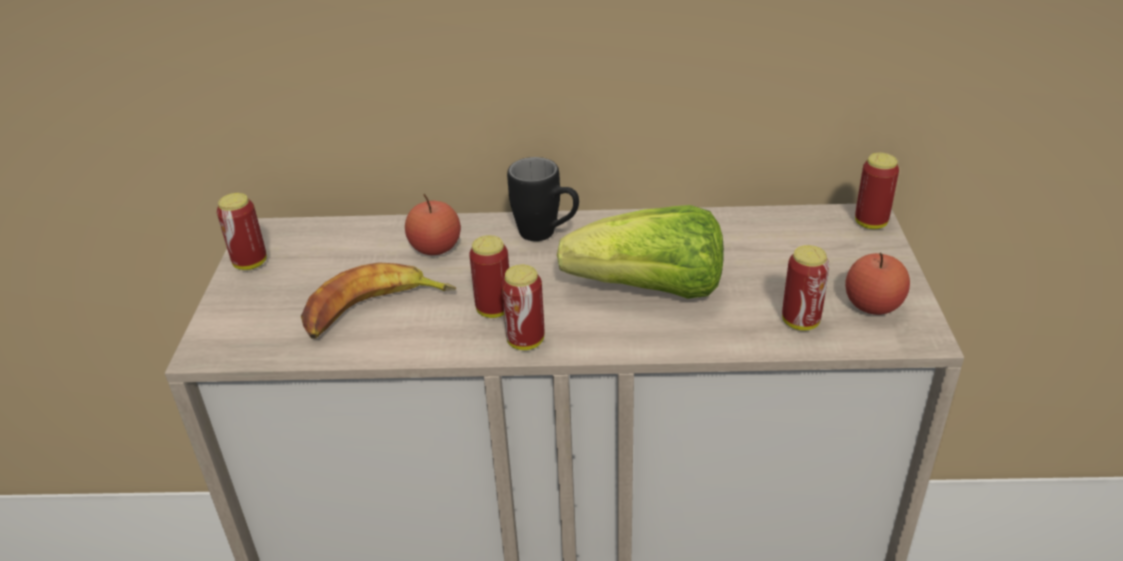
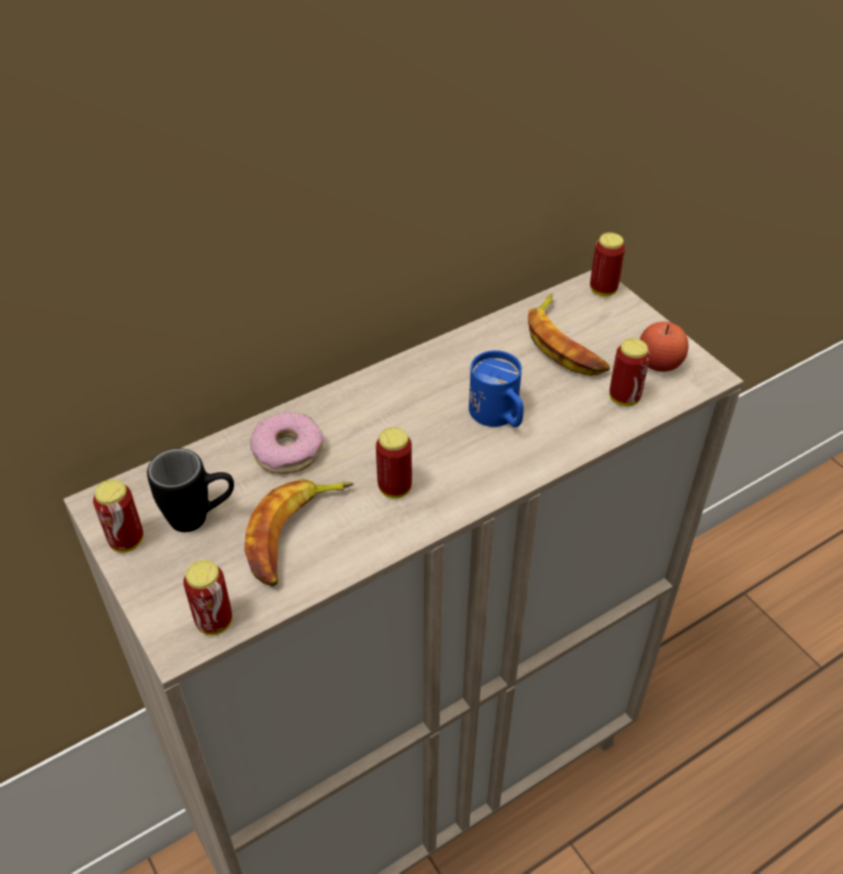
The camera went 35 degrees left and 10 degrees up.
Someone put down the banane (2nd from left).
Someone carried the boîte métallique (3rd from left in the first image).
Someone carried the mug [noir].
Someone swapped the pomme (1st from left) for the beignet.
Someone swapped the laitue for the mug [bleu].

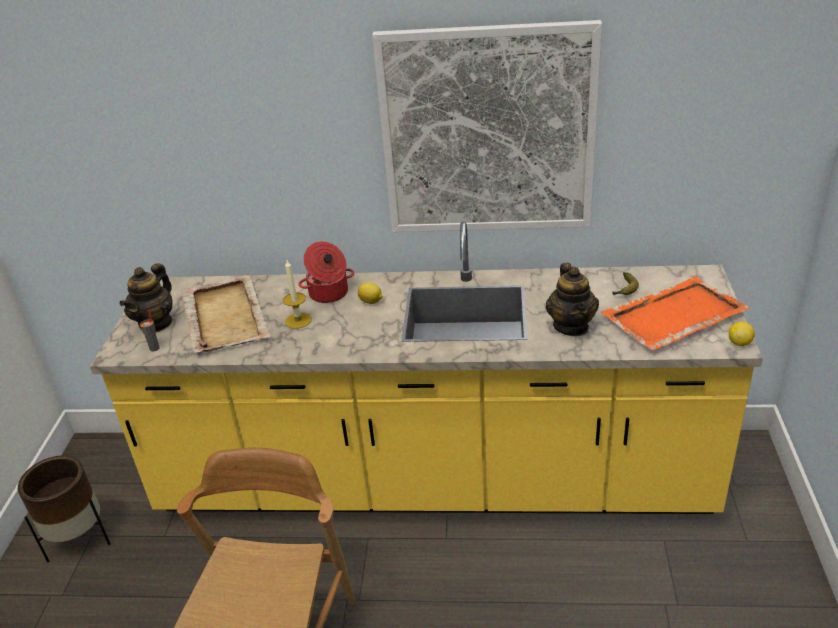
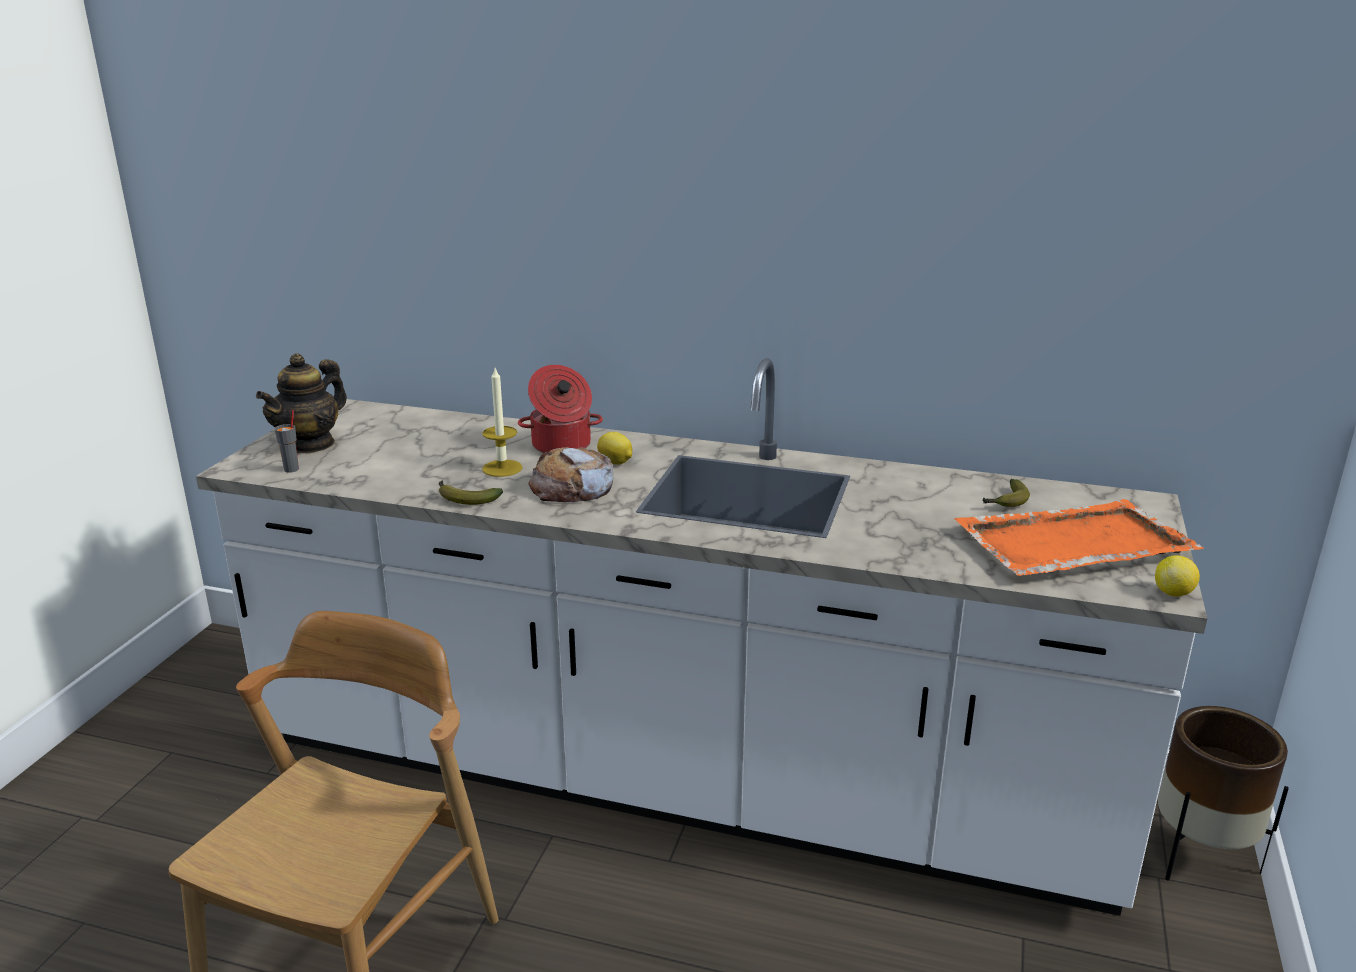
The camera went 10 degrees right and 10 degrees down.
Someone took away the plateau [beige].
Someone took away the tableau.
Someone took away the théière (2nd from left).
Someone put down the banane (1st from left).
Someone put down the pain.
Someone carried the cache-pot [marron].
Someone repainted the comptoir de cuisine [jaune], which became the comptoir de cuisine [blanc].

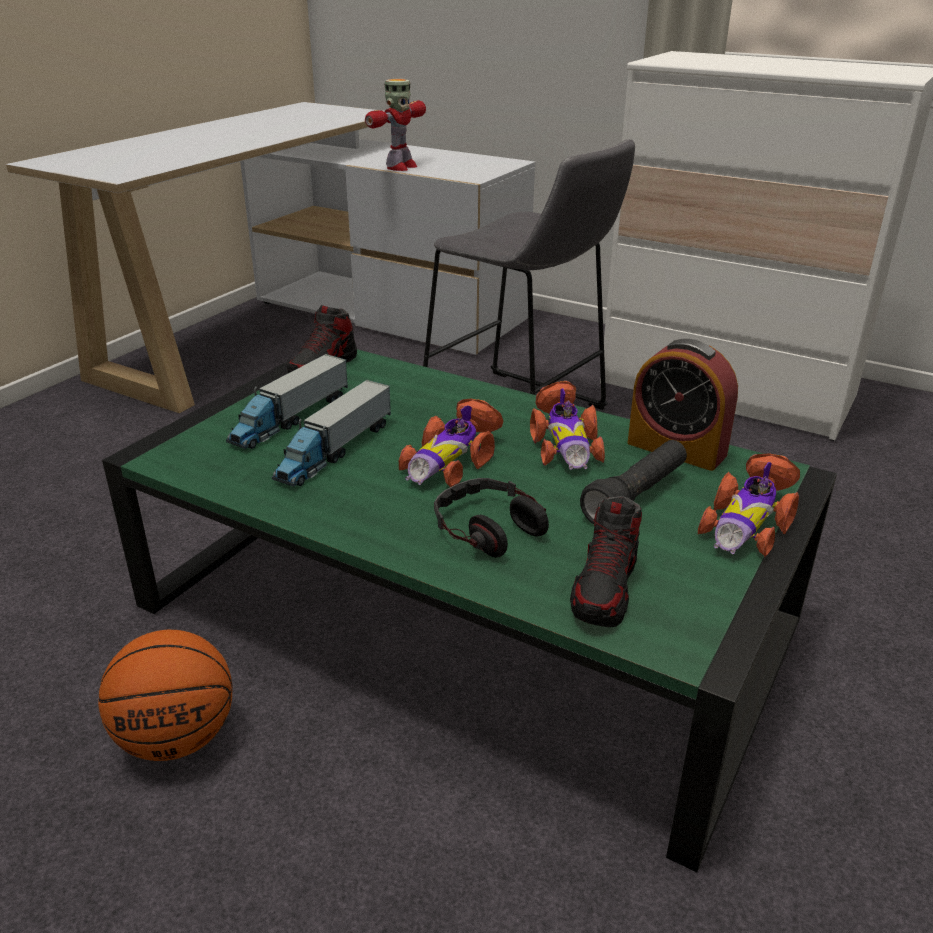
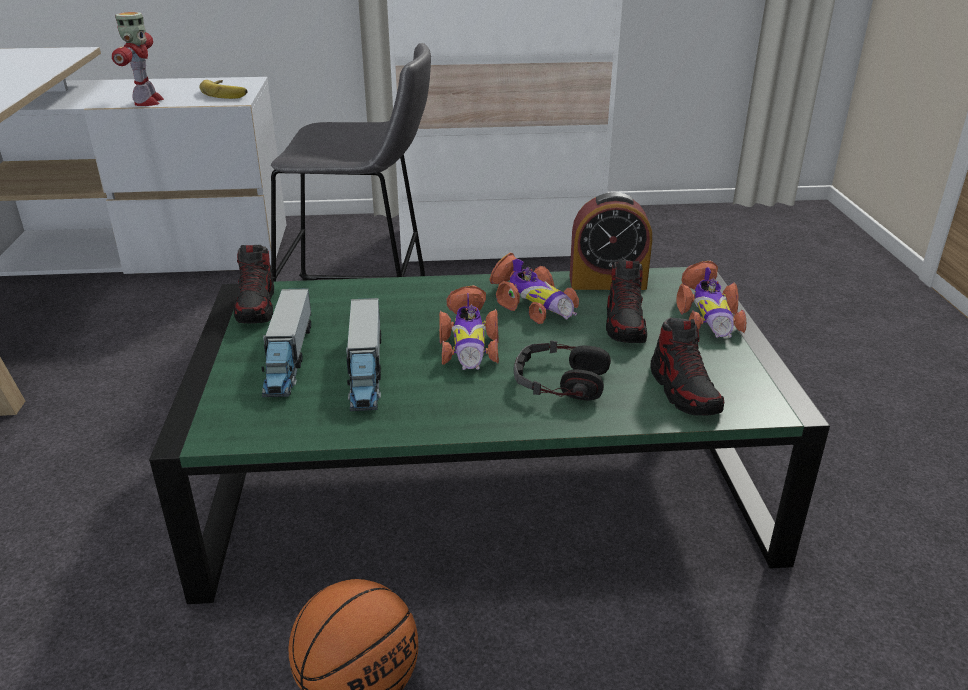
The camera went 35 degrees left and 0 degrees up.
Someone put down the banane.
Someone swapped the lampe de poche [noir] for the chaussure (2nd from left).

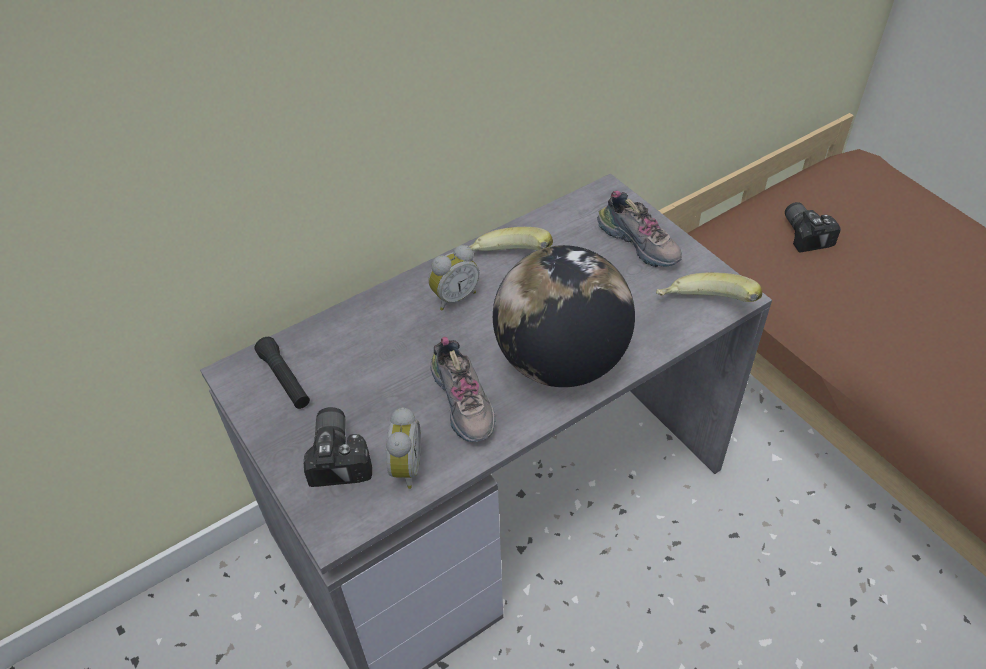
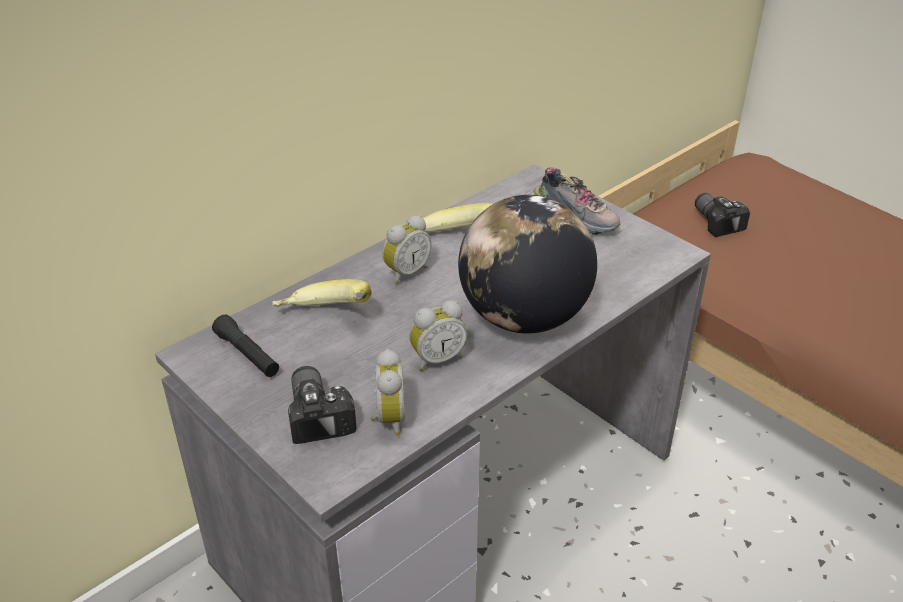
The camera went 10 degrees left and 10 degrees down.
Someone carried the banane (2nd from left in the first image).
Someone swapped the chaussure (1st from left) for the réveil (3rd from left).

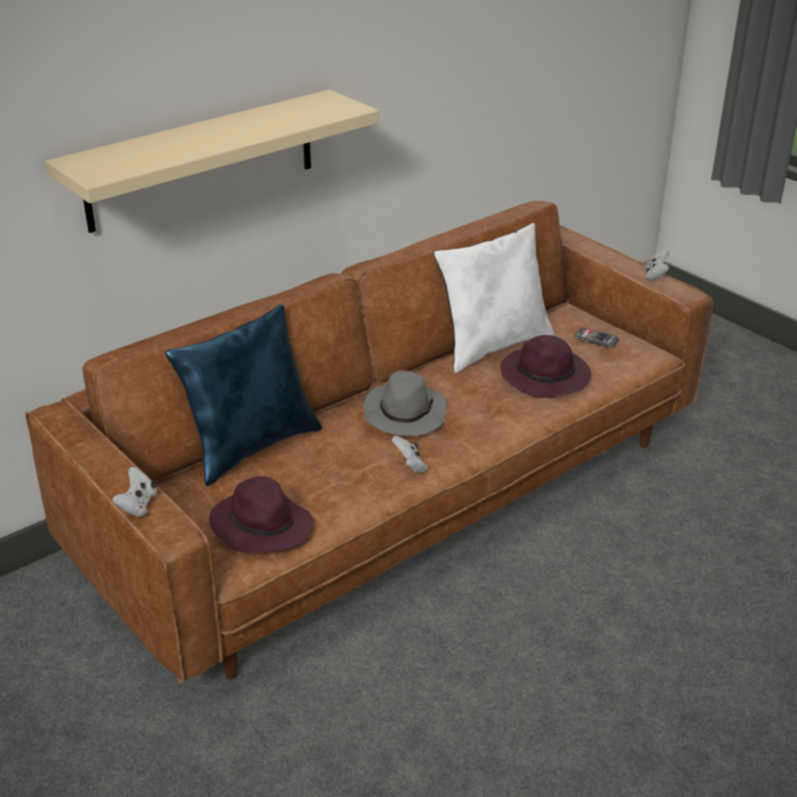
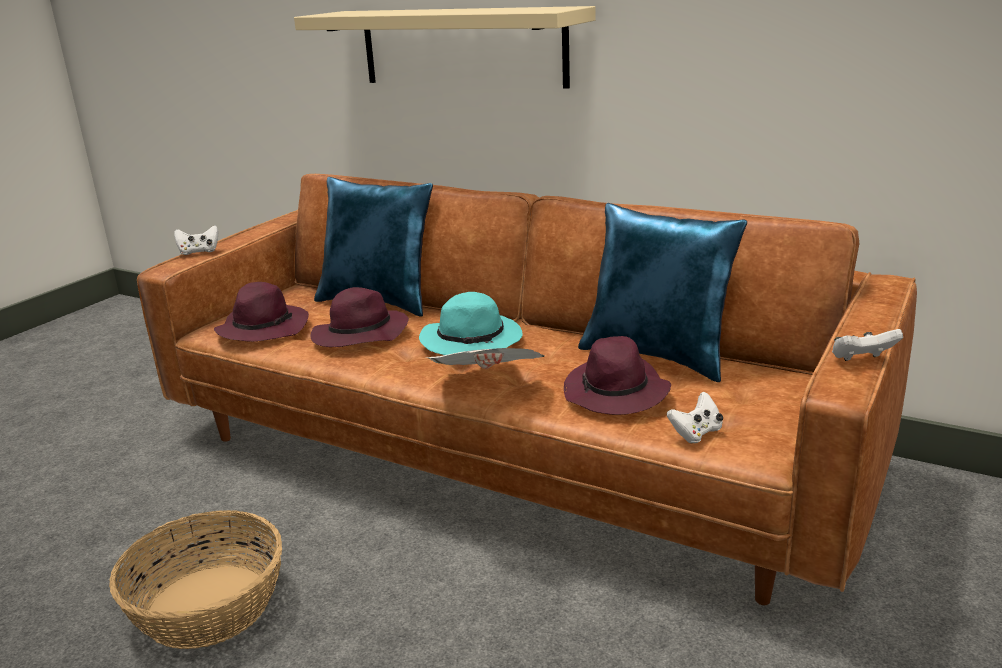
The camera went 70 degrees right and 10 degrees down.
Someone took away the téléphone.
Someone put down the panier.
Someone put down the chapeau [violet] (2nd from left).
Someone put down the journal.
Someone carried the manette [blanc] (2nd from left).
Someone repainted the chapeau [gris], which became the chapeau [turquoise].
Someone repainted the coussin [blanc], which became the coussin [bleu] (2nd from left).

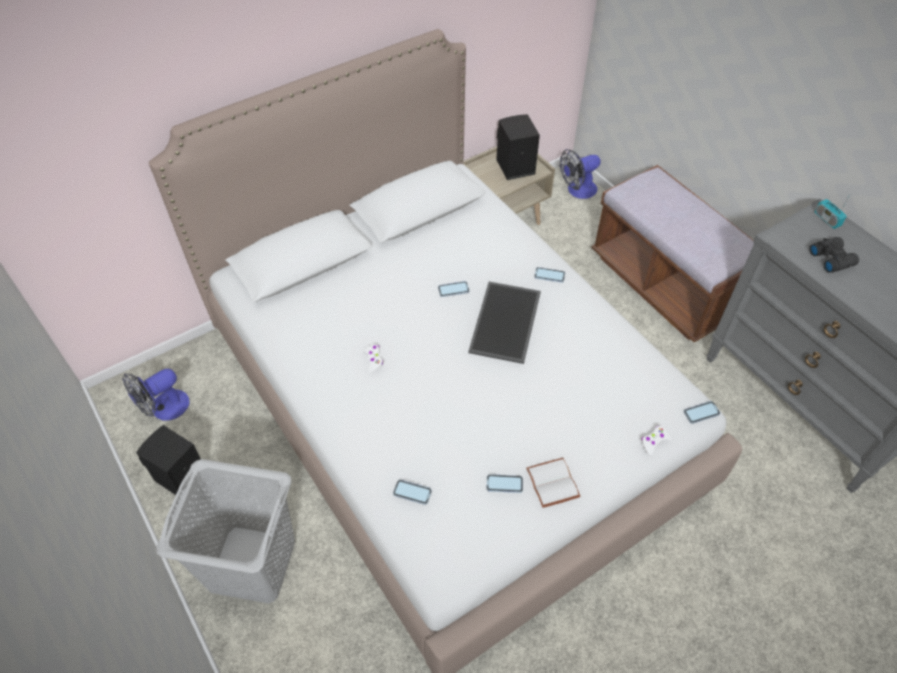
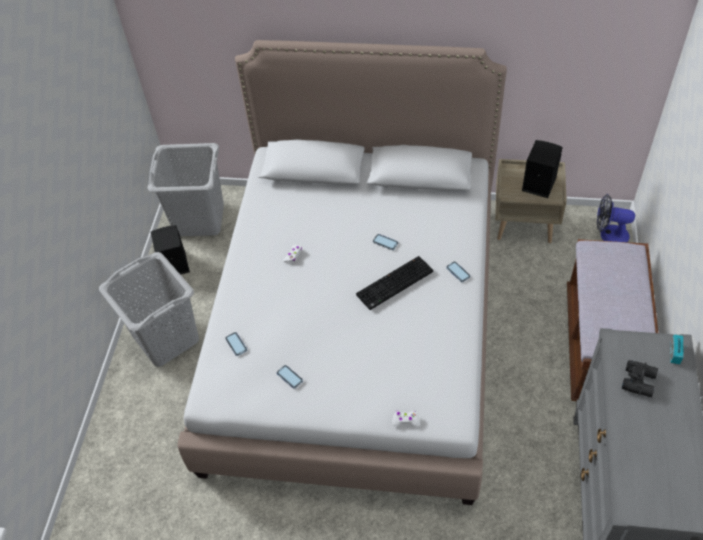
The camera went 45 degrees right and 0 degrees up.
Someone took away the livre [blanc].
Someone took away the téléphone (5th from left).
Someone swapped the ventilateur (1st from left) for the panier à linge [gris] (2nd from left).
Someone swapped the plateau for the clavier.

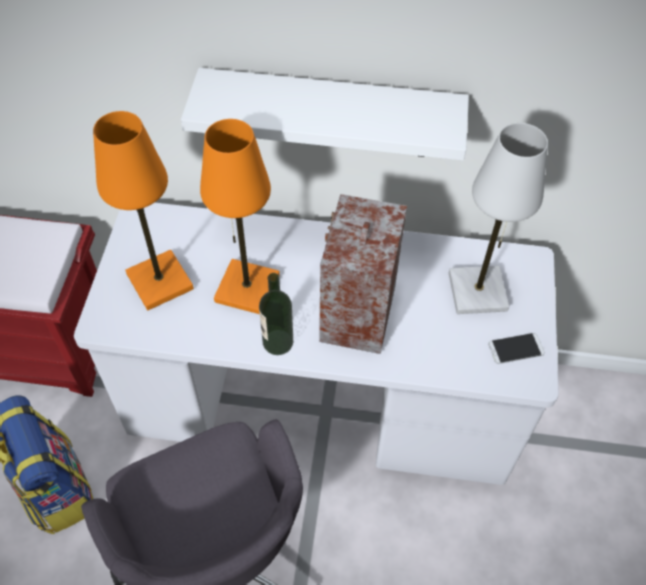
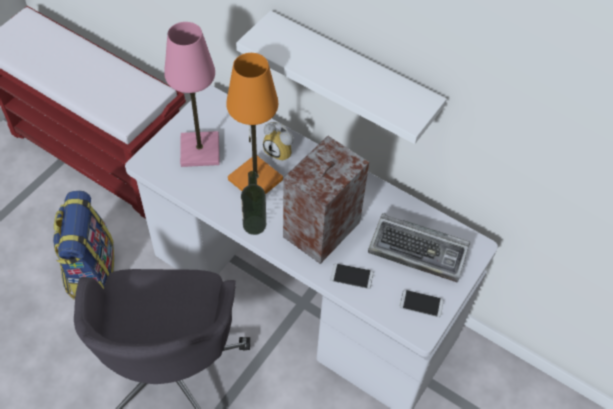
The camera went 25 degrees right and 0 degrees up.
Someone put down the réveil.
Someone put down the téléphone (1st from left).
Someone swapped the lampe de table [blanc] for the clavier.
Someone repainted the lampe de table [orange] (1st from left), which became the lampe de table [rose].

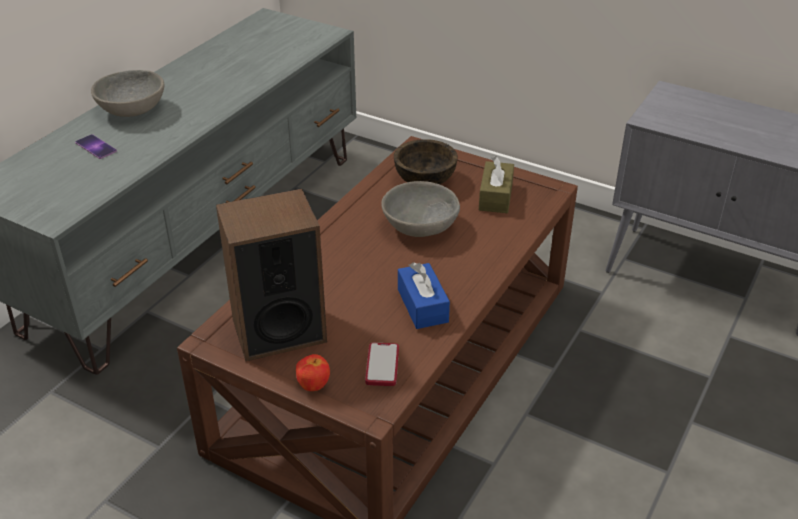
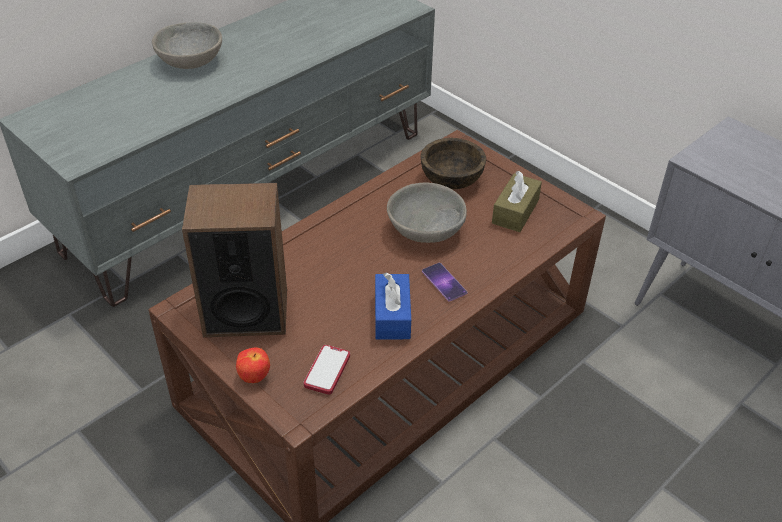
The camera went 15 degrees right and 5 degrees up.
Someone carried the téléphone (1st from left in the first image).

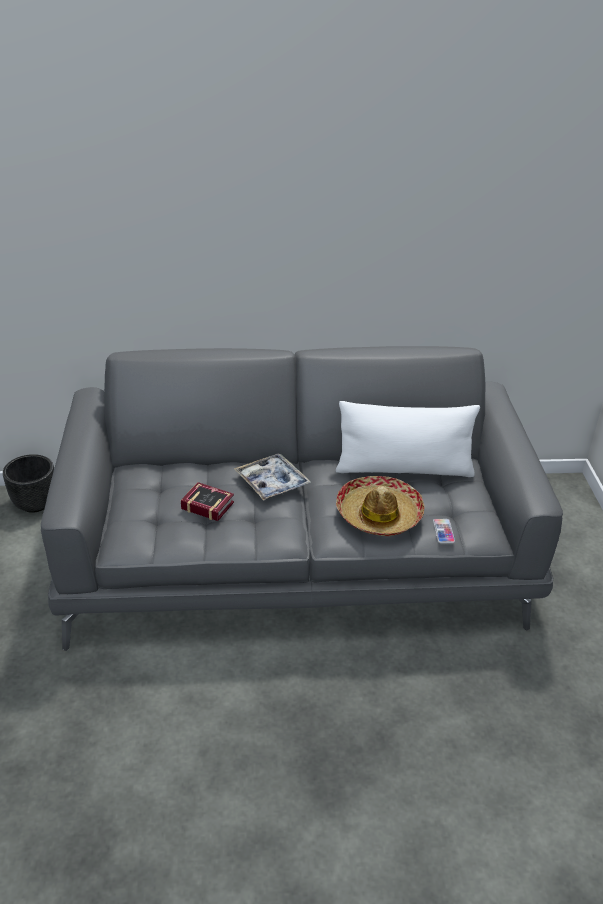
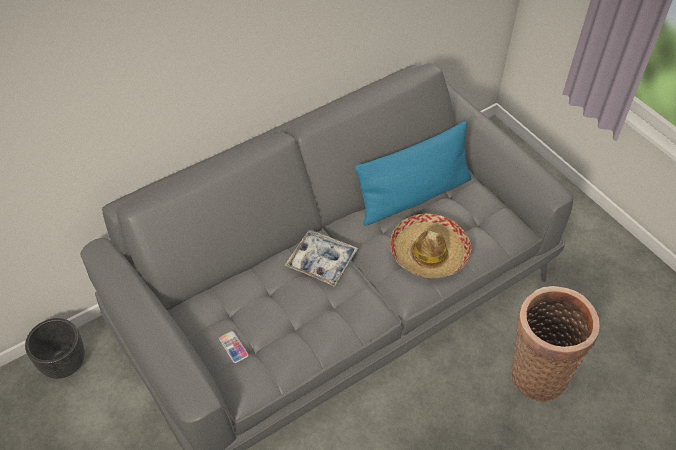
The camera went 30 degrees left and 15 degrees up.
Someone took away the livre.
Someone put down the panier.
Someone carried the téléphone.
Someone repainted the coussin [blanc], which became the coussin [bleu].

